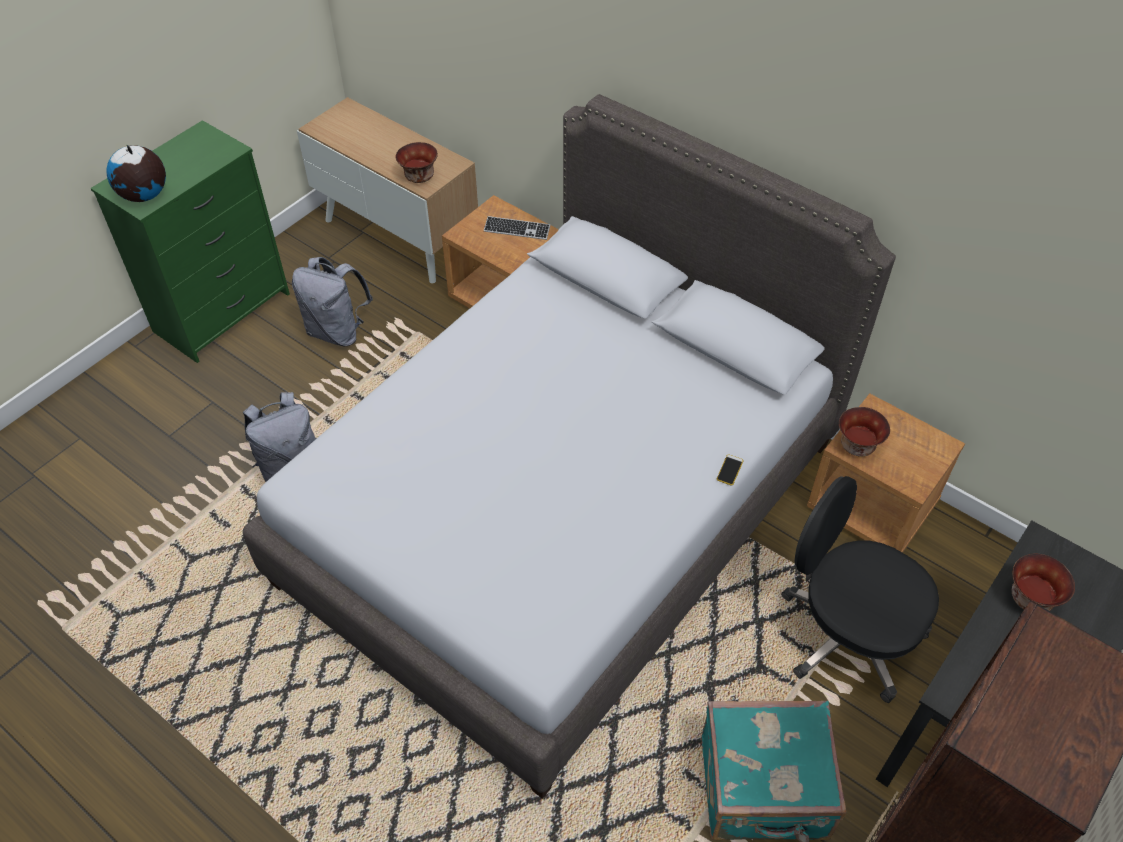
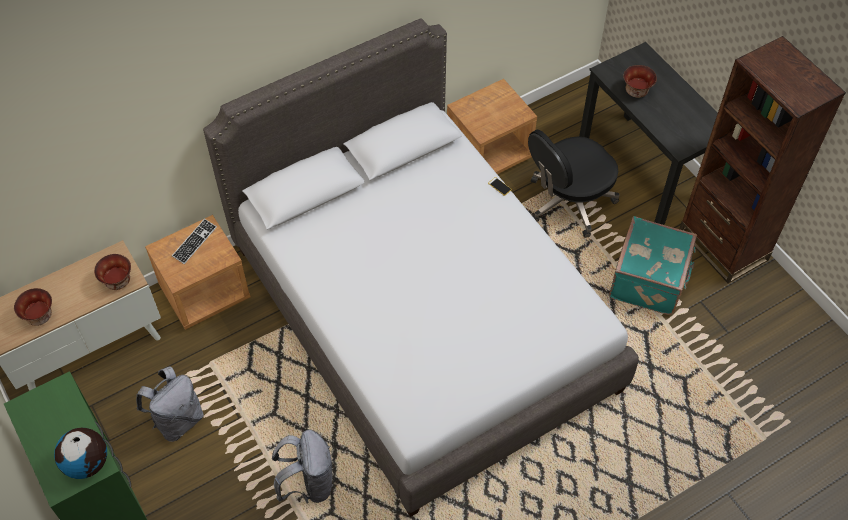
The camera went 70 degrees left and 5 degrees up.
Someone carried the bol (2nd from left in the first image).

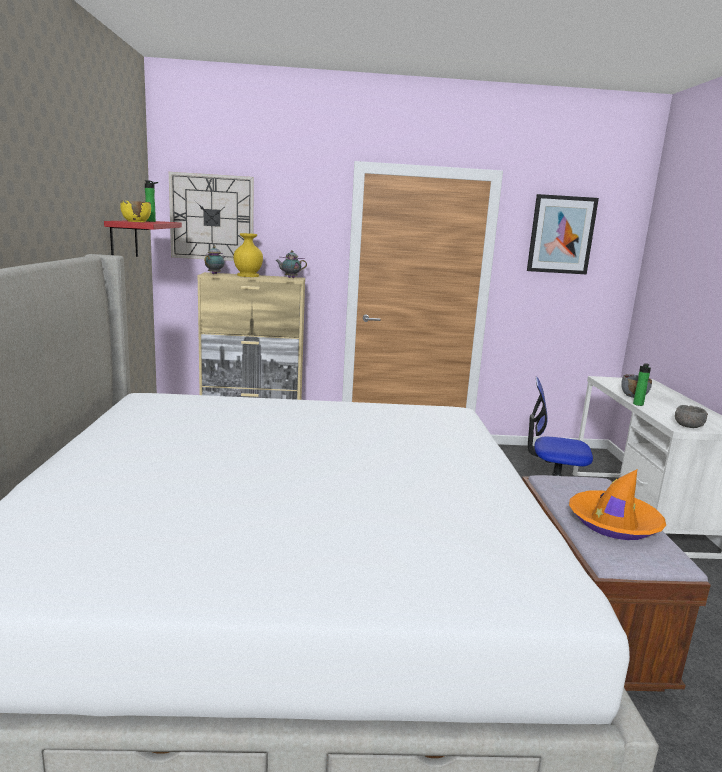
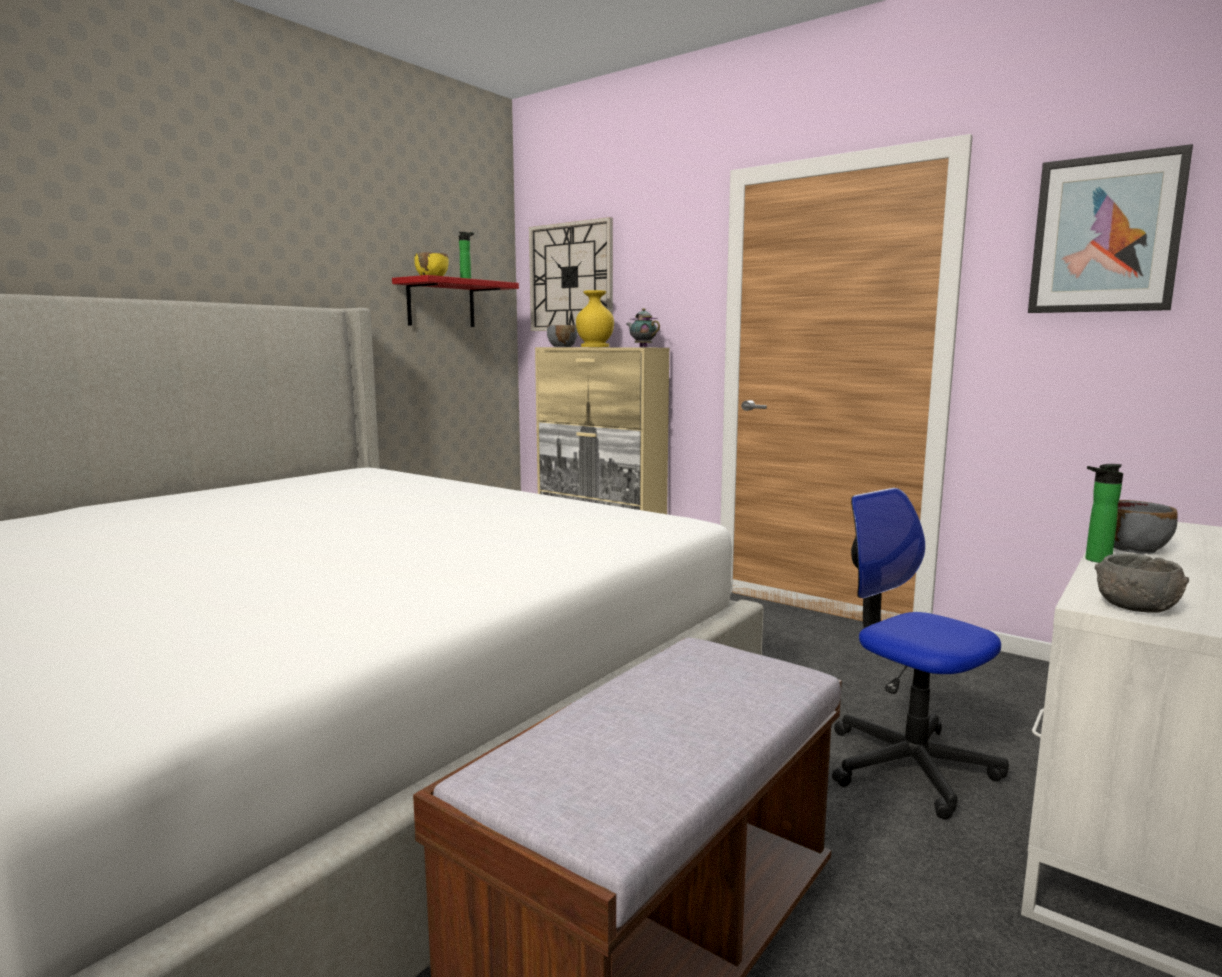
The camera went 40 degrees right and 5 degrees down.
Someone took away the chapeau [orange].
Someone swapped the théière (1st from left) for the bol [gris] (1st from left).

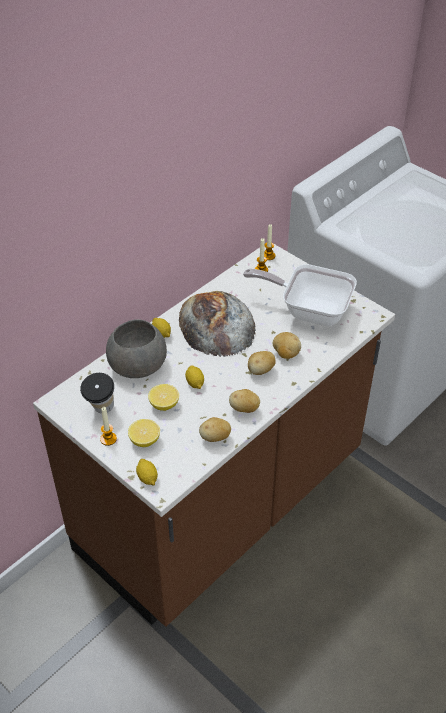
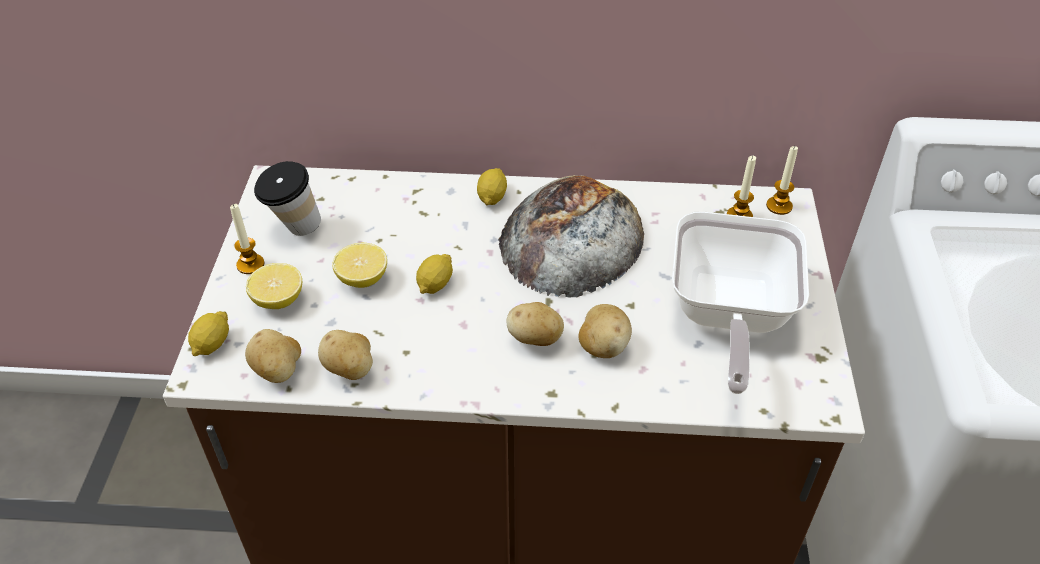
The camera went 50 degrees right and 0 degrees up.
Someone took away the bol [gris].
Someone carried the pomme de terre (2nd from left in the first image).
Someone rotated the poêle by 150 degrees counterclockwise.

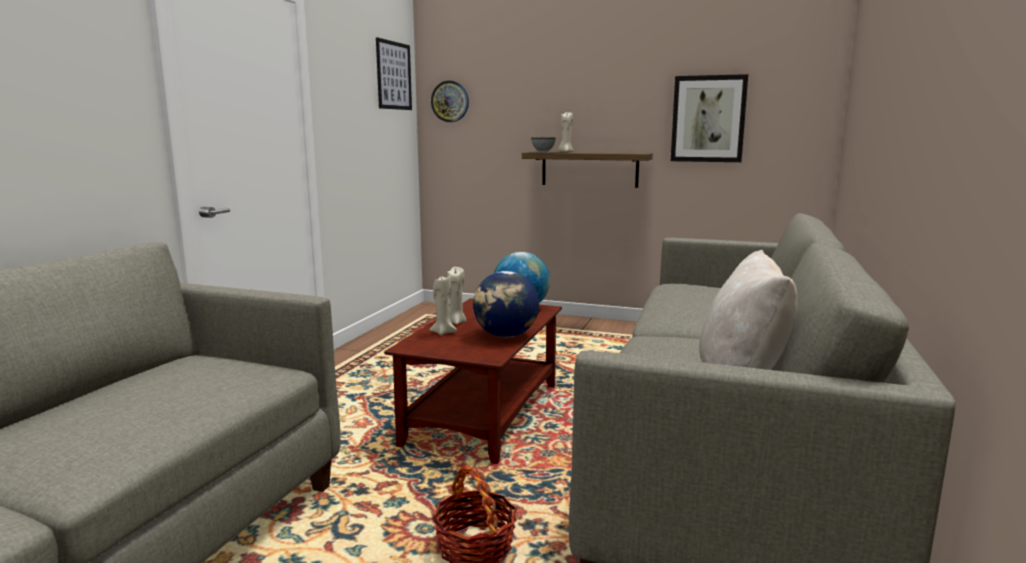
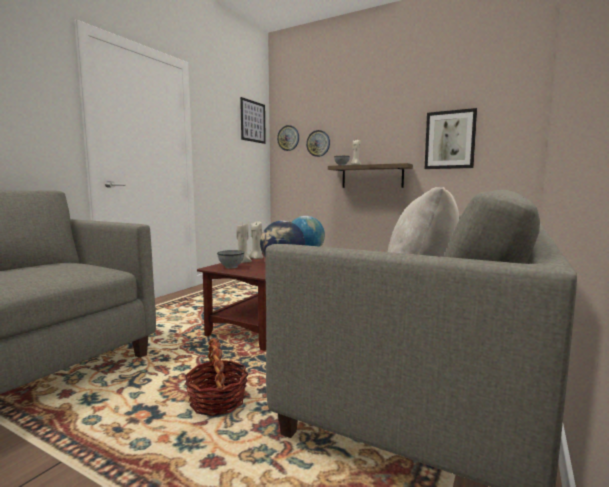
The camera went 10 degrees right and 5 degrees down.
Someone put down the bol [gris] (1st from left).
Someone put up the horloge murale (2nd from left).

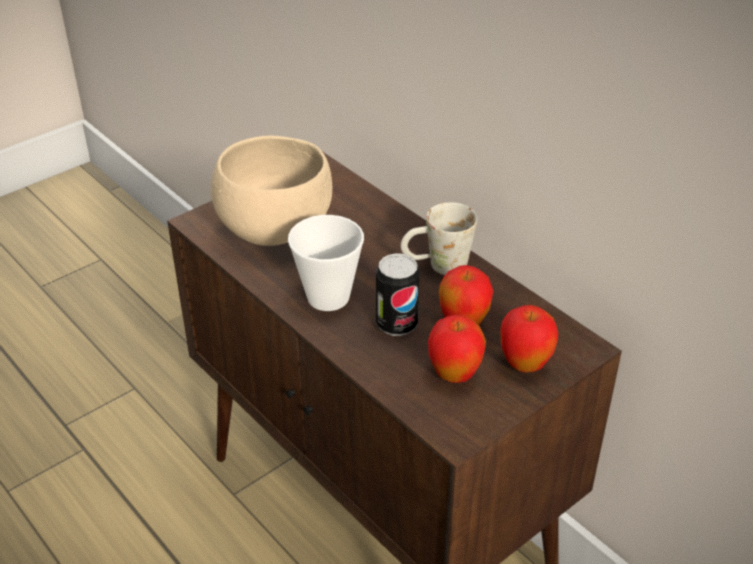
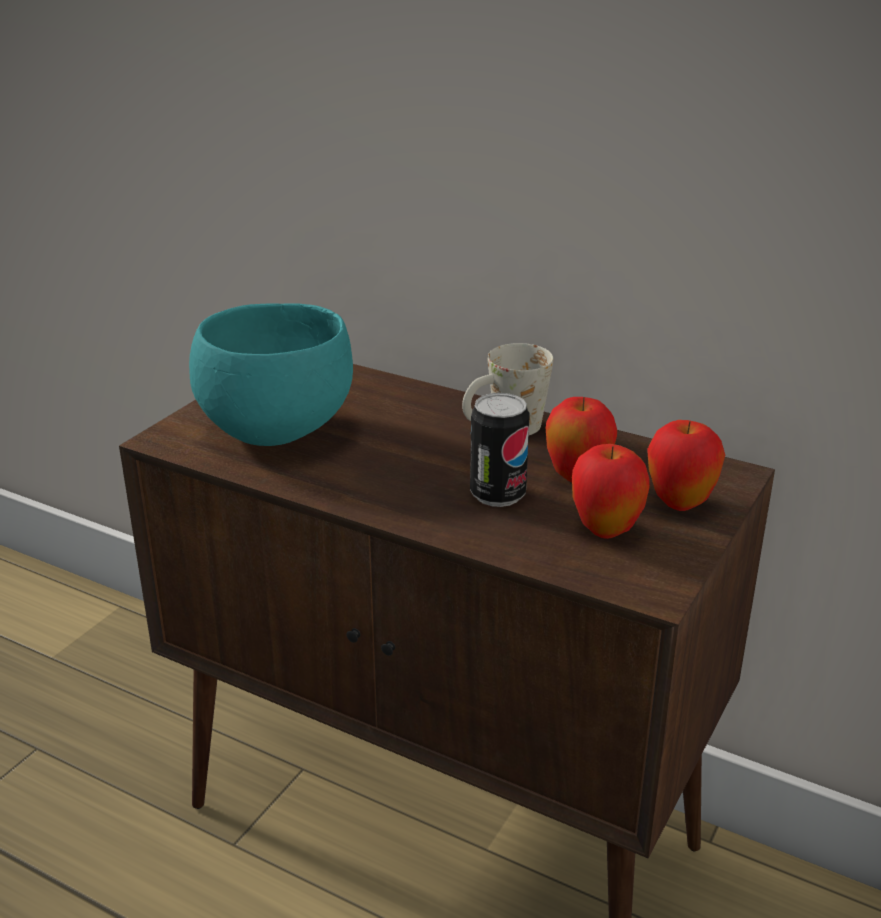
The camera went 20 degrees left and 10 degrees down.
Someone took away the tasse.
Someone repainted the bol [beige], which became the bol [turquoise].

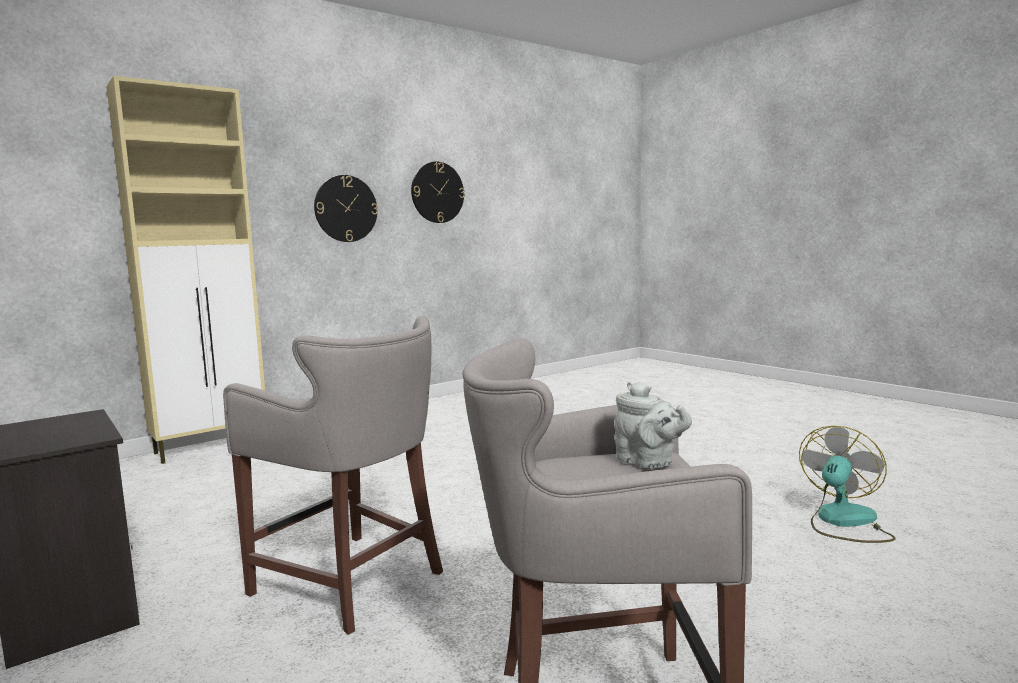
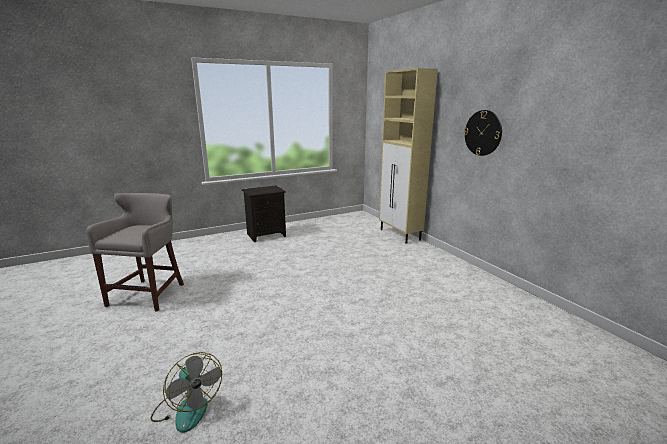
The camera went 100 degrees right and 10 degrees up.
Someone took away the tabouret [gris] (1st from left).
Someone took away the horloge murale (2nd from left).
Someone took away the théière [gris].

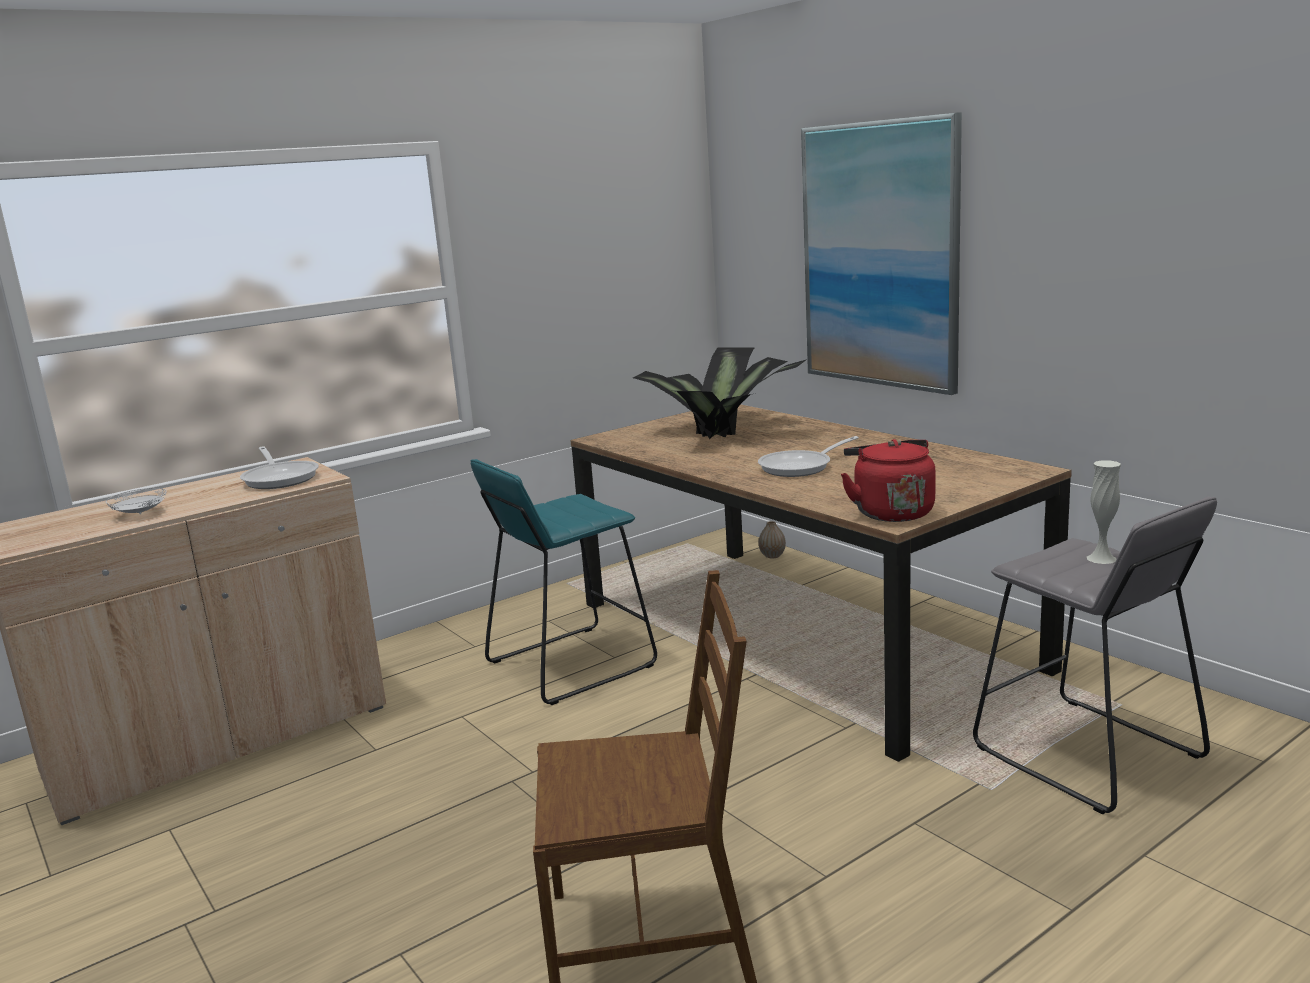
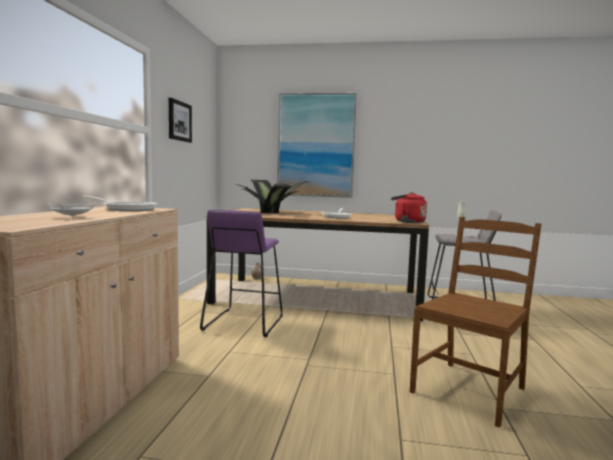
The camera went 45 degrees left and 10 degrees down.
Someone put up the tableau (1st from left).
Someone repainted the tabouret [turquoise], which became the tabouret [violet].

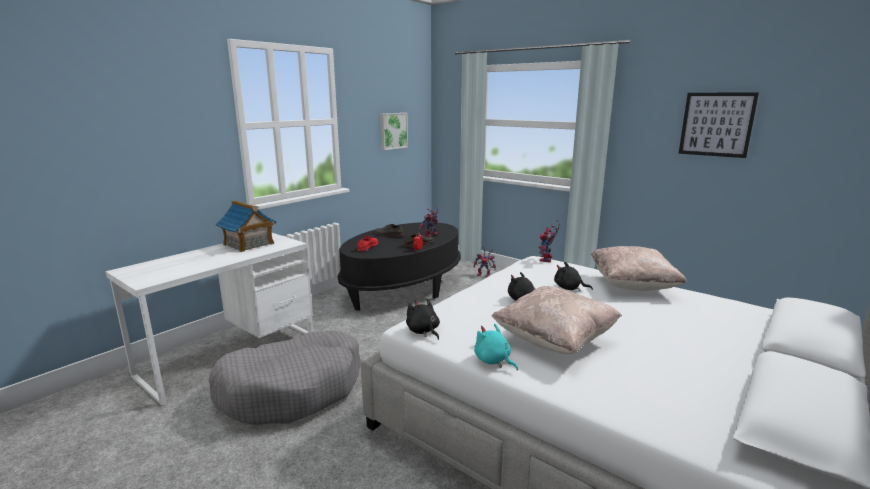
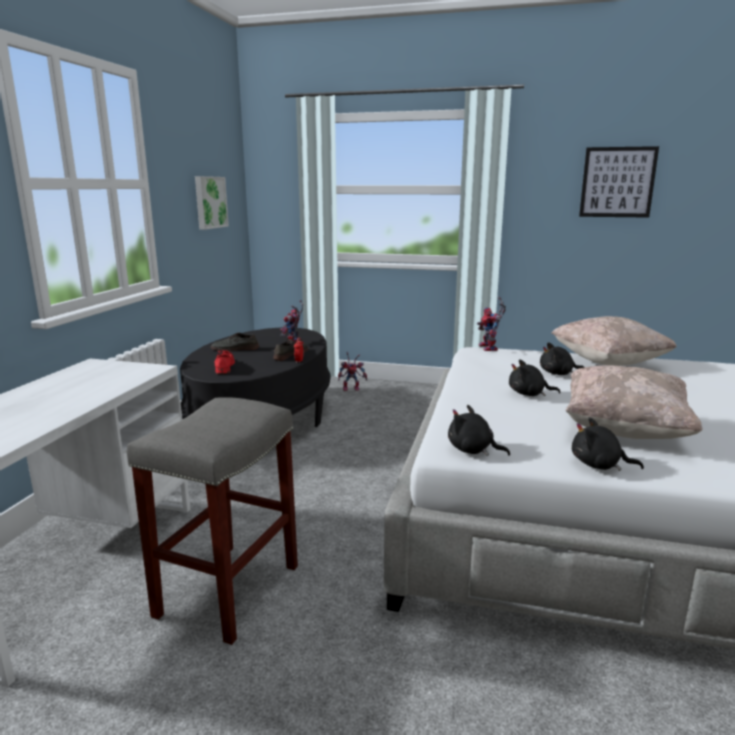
The camera went 25 degrees left and 0 degrees up.
Someone took away the maison miniature.
Someone swapped the panier pour chien [gris] for the tabouret [gris].
Someone repainted the peluche [turquoise], which became the peluche [noir] (4th from left).

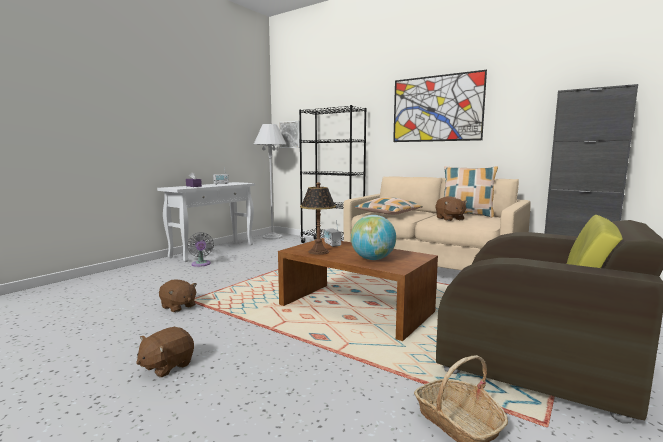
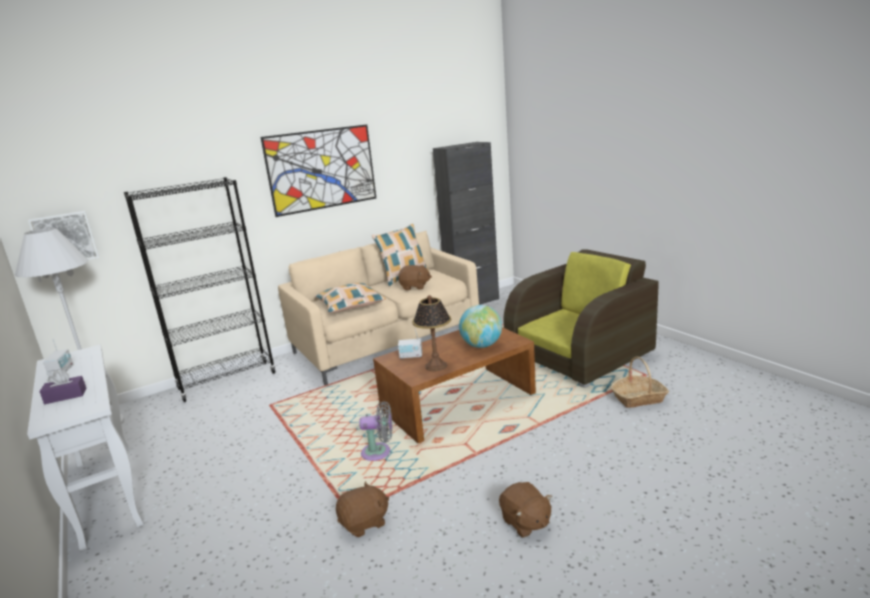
The camera went 65 degrees left and 10 degrees up.
Someone carried the ventilateur [gris].

